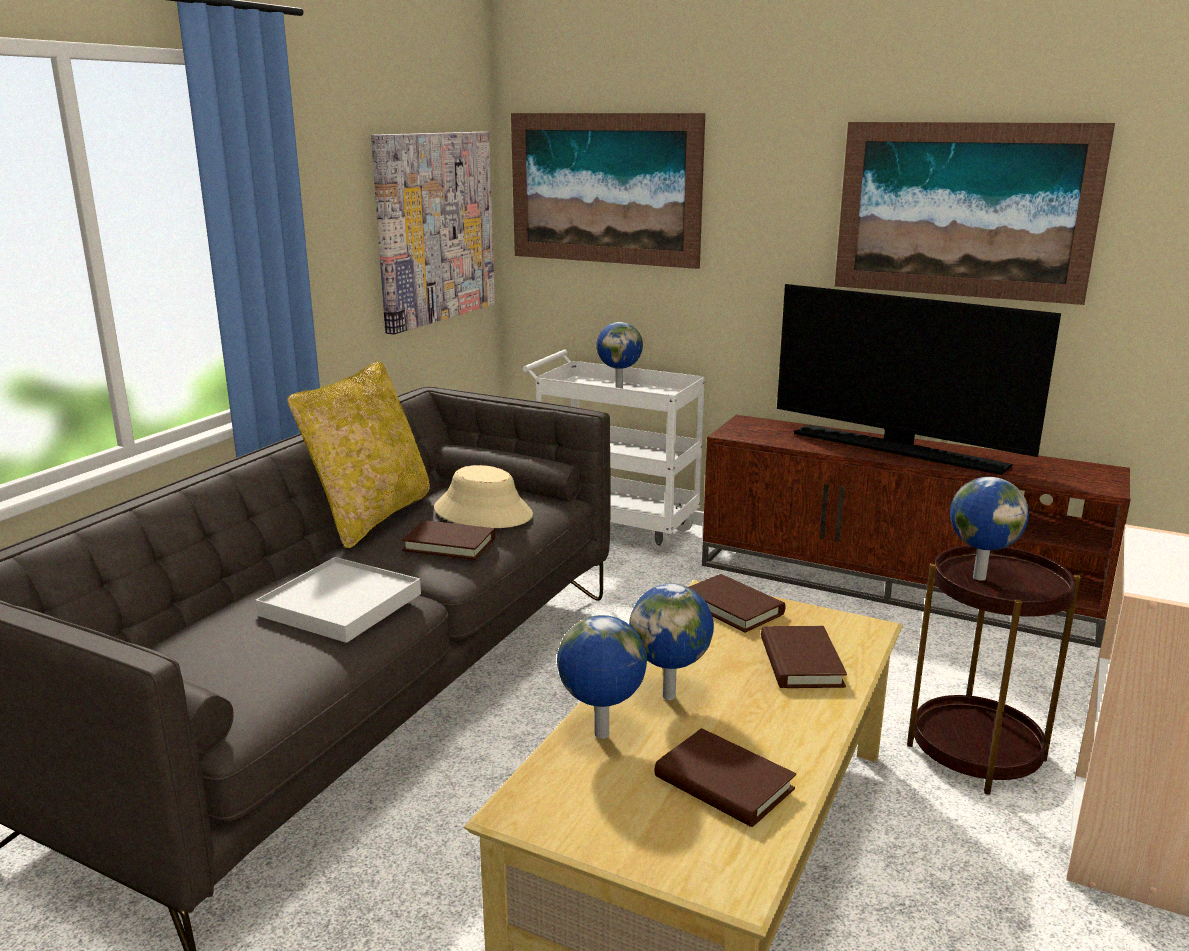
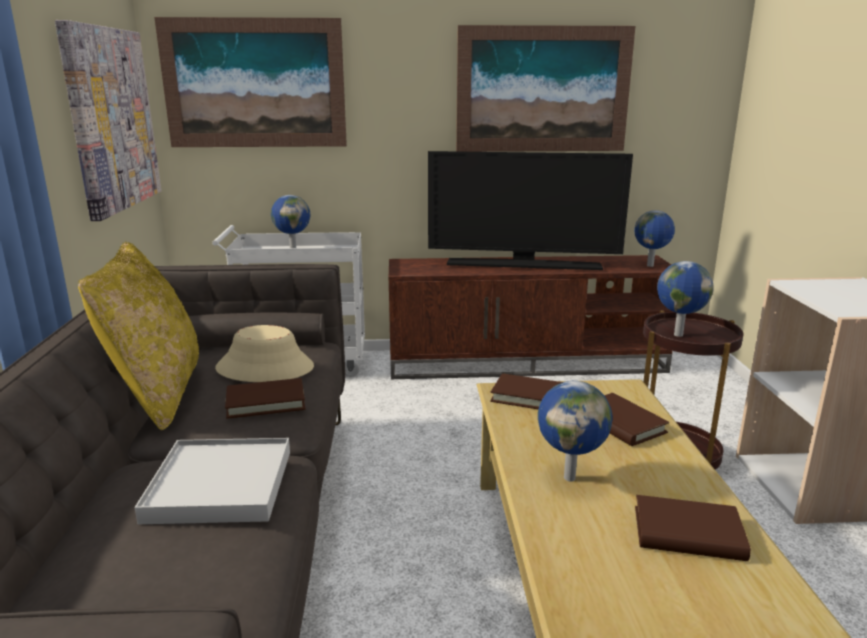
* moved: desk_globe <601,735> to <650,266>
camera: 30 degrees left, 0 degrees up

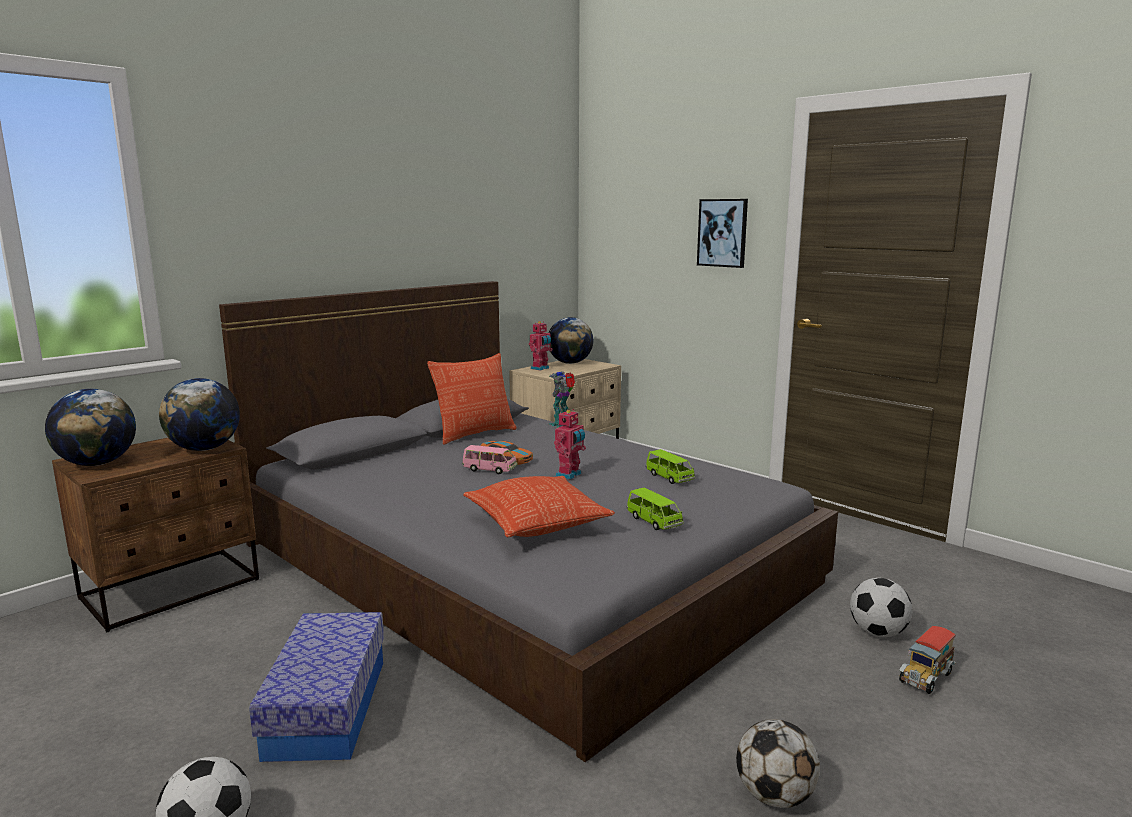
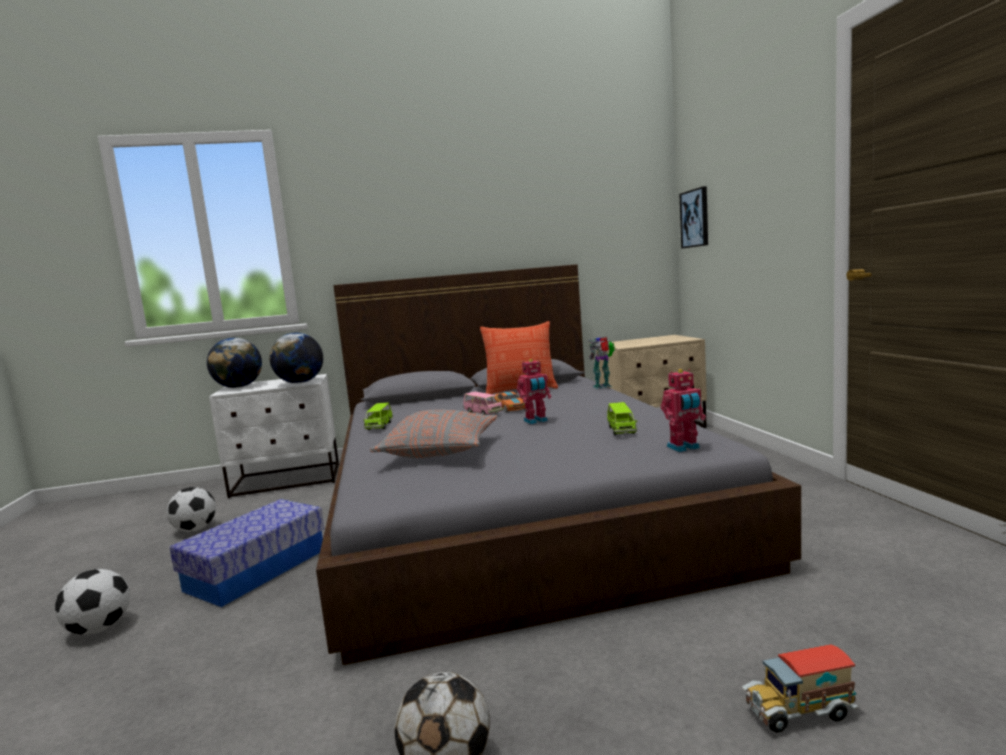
* removed: desk_globe <570,363>
* moved: robot_figure <540,368> to <684,448>
* moved: green-coloured_miniature_car <654,521> to <379,426>
* moved: picture <722,233> to <695,218>
* moved: ball_for_football <877,632> to <195,529>
* recoloured: brown_nightstand <172,589> to white_nightstand <287,480>
* recoloured: orange-coloured_cushion <537,524> to grey_cushion <439,451>
camera: 35 degrees right, 5 degrees down

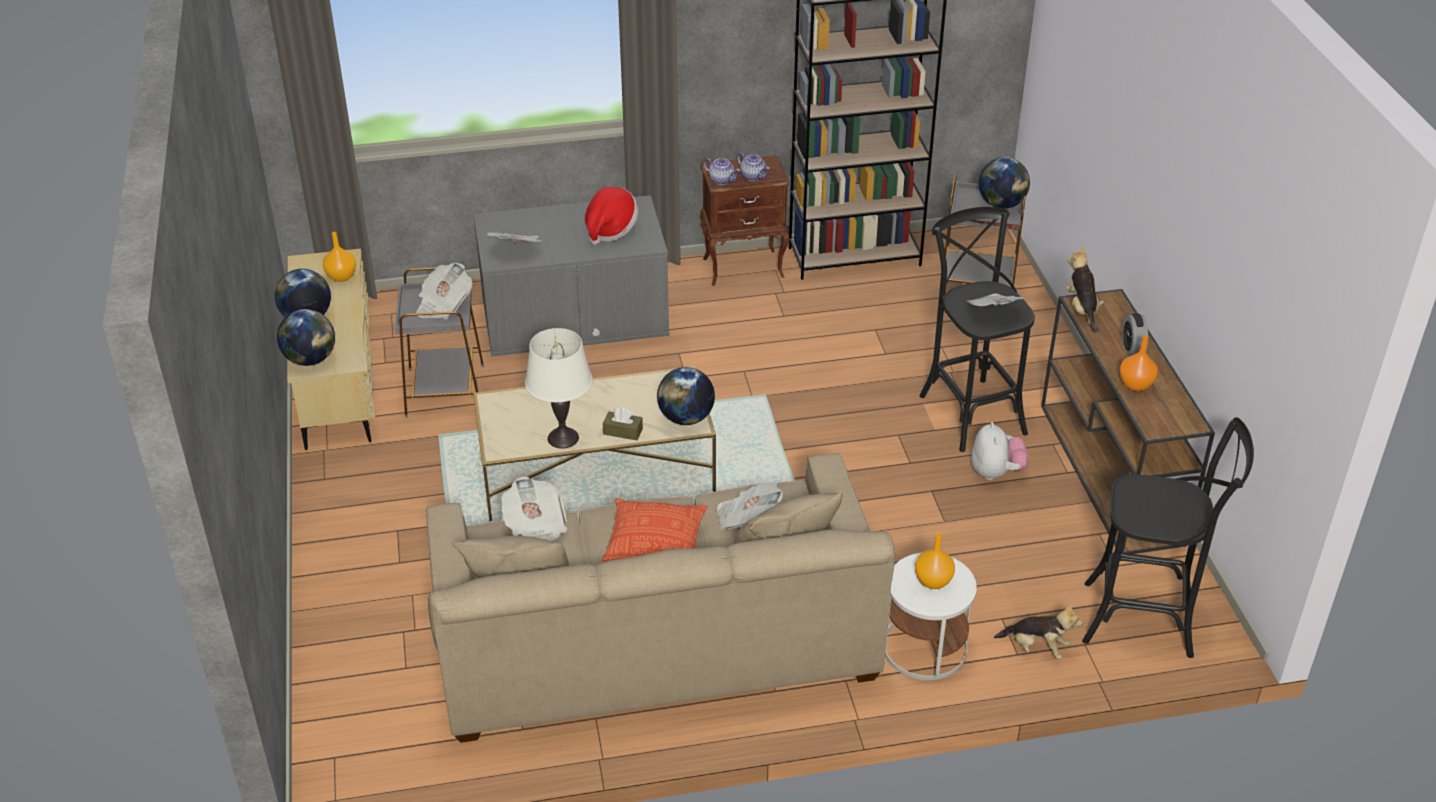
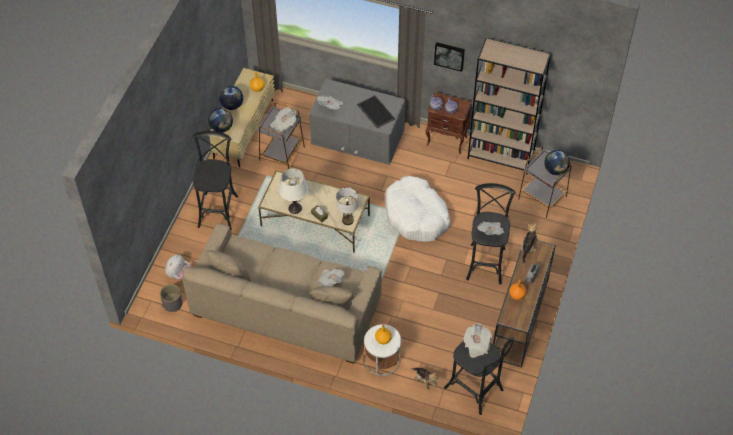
* removed: orange-coloured_cushion <655,545>
* added: grey_planter <172,304>
* added: black_stool <218,209>
* added: white_pet_bed <416,215>
* added: picture <449,55>
* moved: printed_paper <535,527> to <476,345>
* moved: soft_toy <996,472> to <179,275>
* replaced: hat <610,229> to carrying_tray <375,112>
* replaced: desk_globe <686,418> to lamp_for_a_table <347,220>
camera: 30 degrees right, 15 degrees up

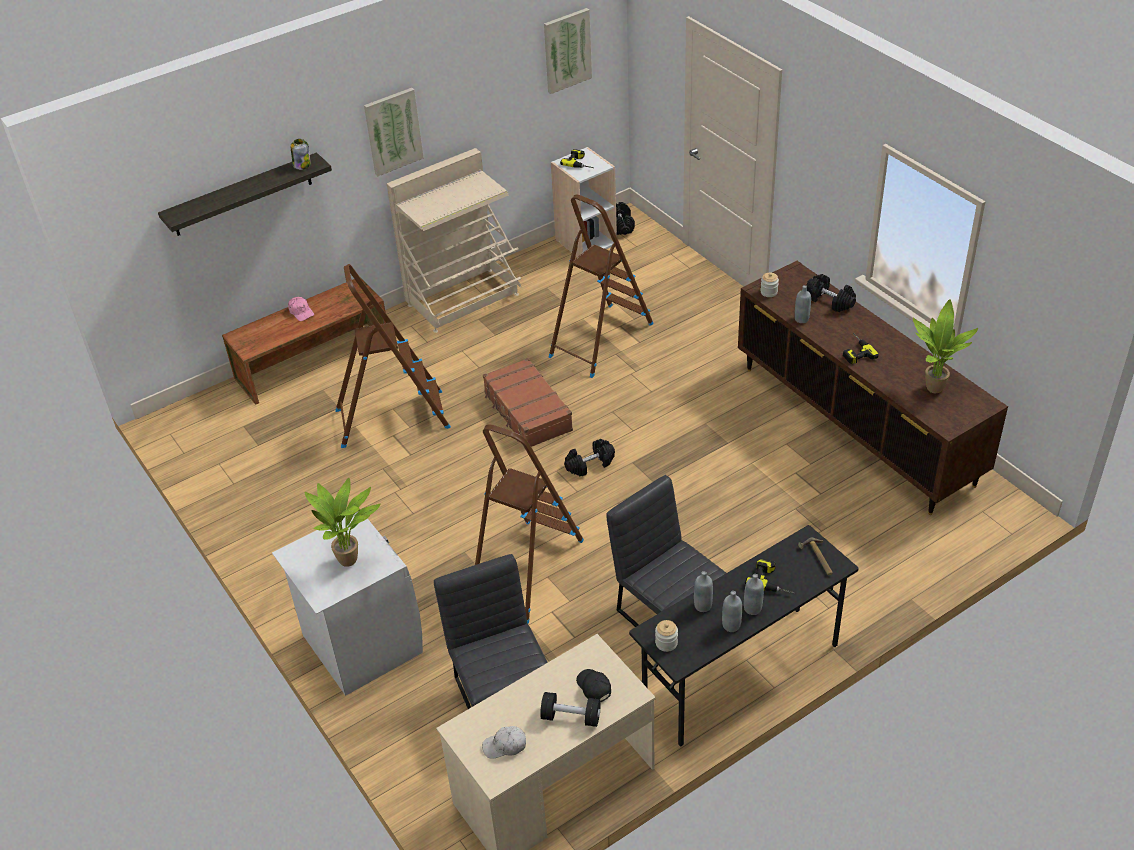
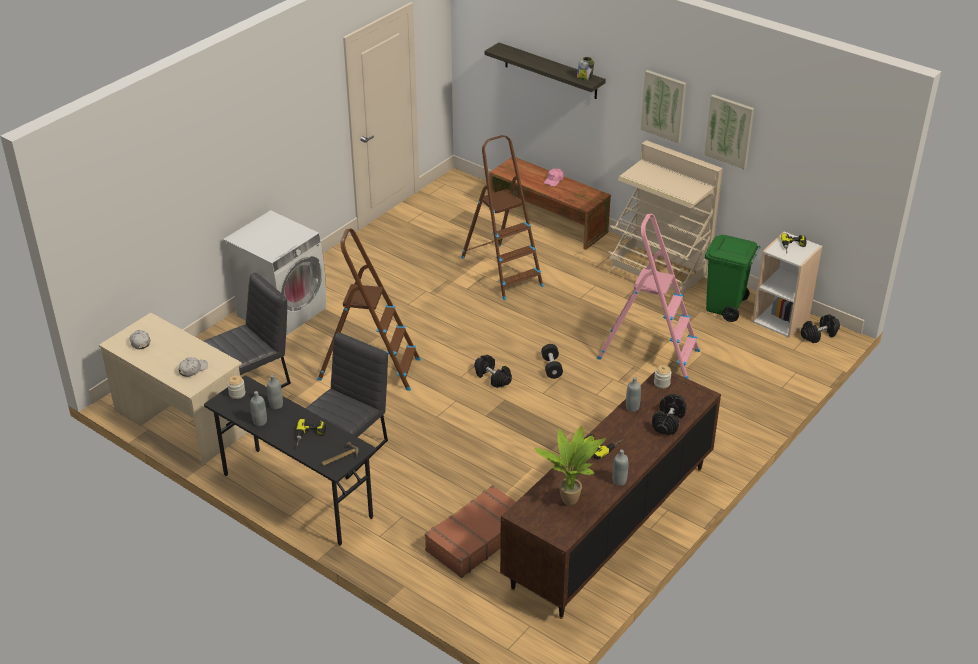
* removed: potted_plant <351,559>
* added: green-coloured_waste_bin <725,307>
* moved: brown_suitcase <527,412> to <476,539>
* moved: black_free_weight <571,717> to <551,367>
* moved: picture <567,50> to <729,131>
* moved: grey_drink_bottle <752,608> to <619,481>
* recoloured: brown_step_ladder <602,339> to pinkish_step_ladder <649,354>
* recoloured: black_peaked_cap <594,687> to white_peaked_cap <193,369>
camera: 70 degrees right, 5 degrees down

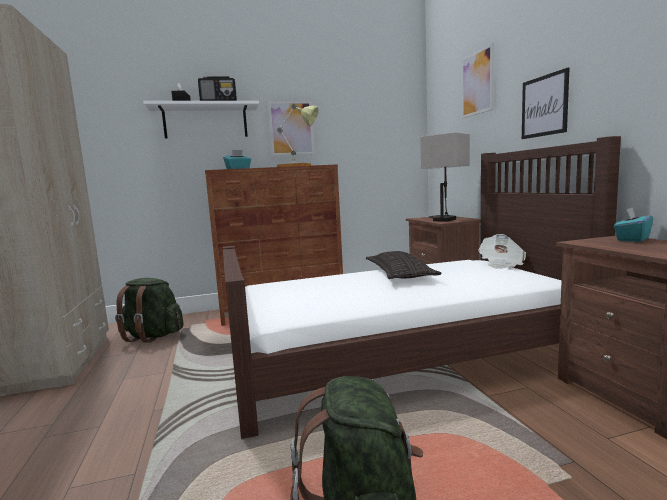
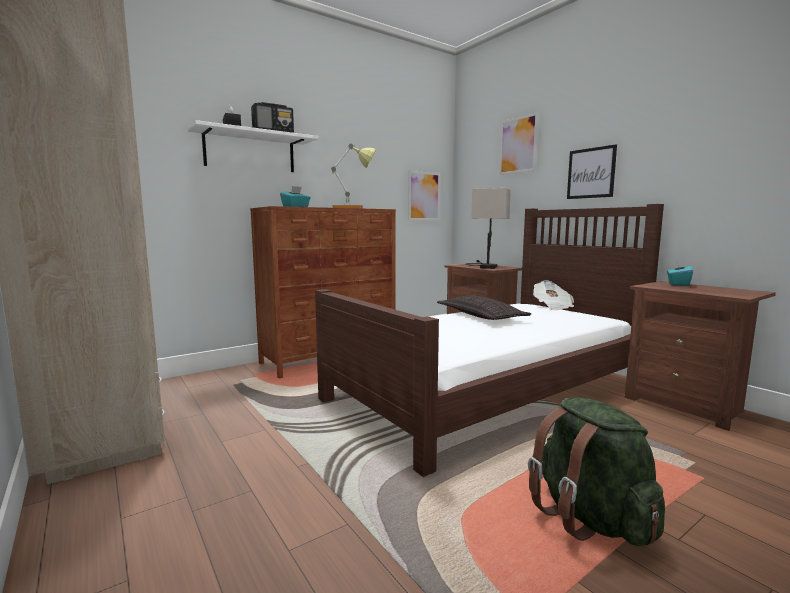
* removed: green-coloured_rucksack <152,336>
* moved: picture <291,128> to <424,196>
camera: 20 degrees left, 0 degrees up

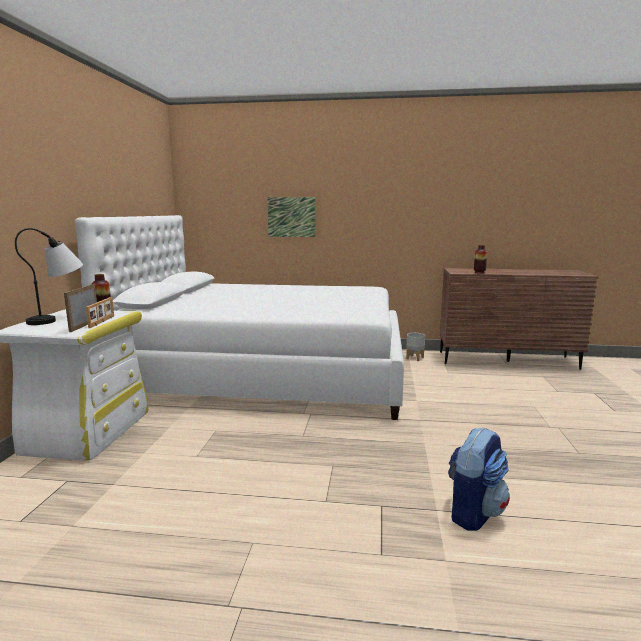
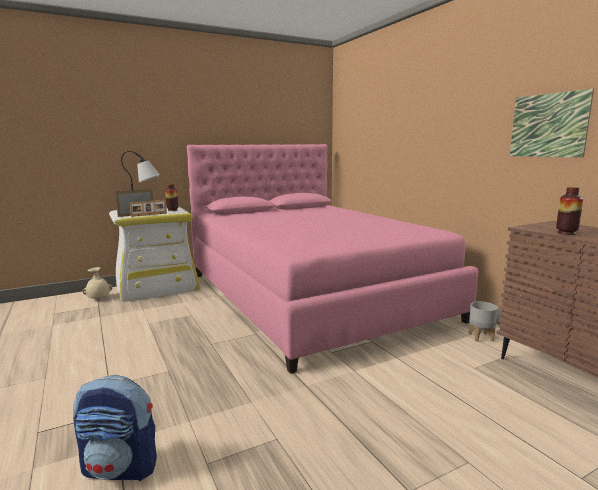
* added: beige_decorative_vase <98,299>
* moved: picture <291,217> to <548,125>
* recoloured: white_bedroom_bed <266,374> to pinkish_bedroom_bed <311,295>
camera: 55 degrees right, 0 degrees up

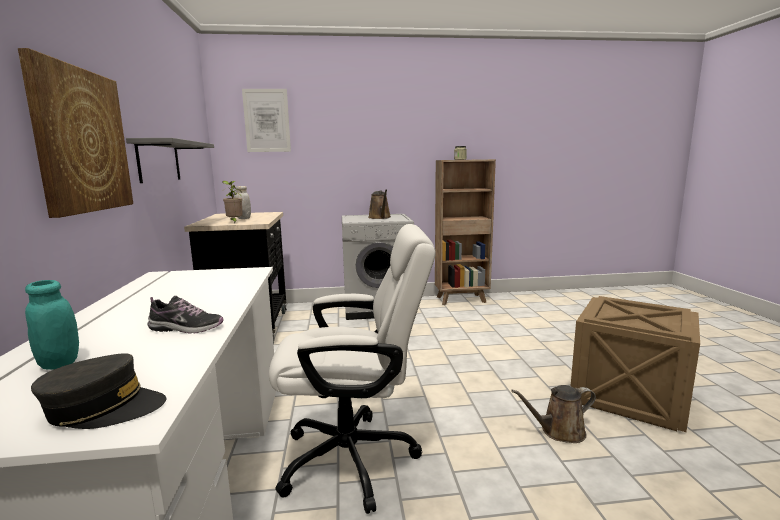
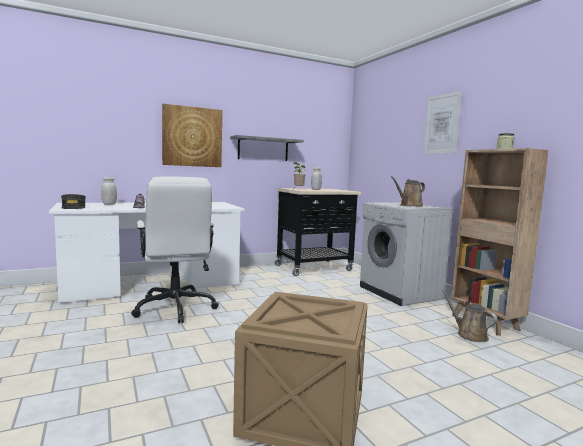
* moved: picture <267,120> to <441,124>
* moved: brown_sprinkling_can <559,431> to <469,335>
* recoloured: blue-green_storage_jar <59,363> to white_storage_jar <109,204>
camera: 70 degrees right, 5 degrees down

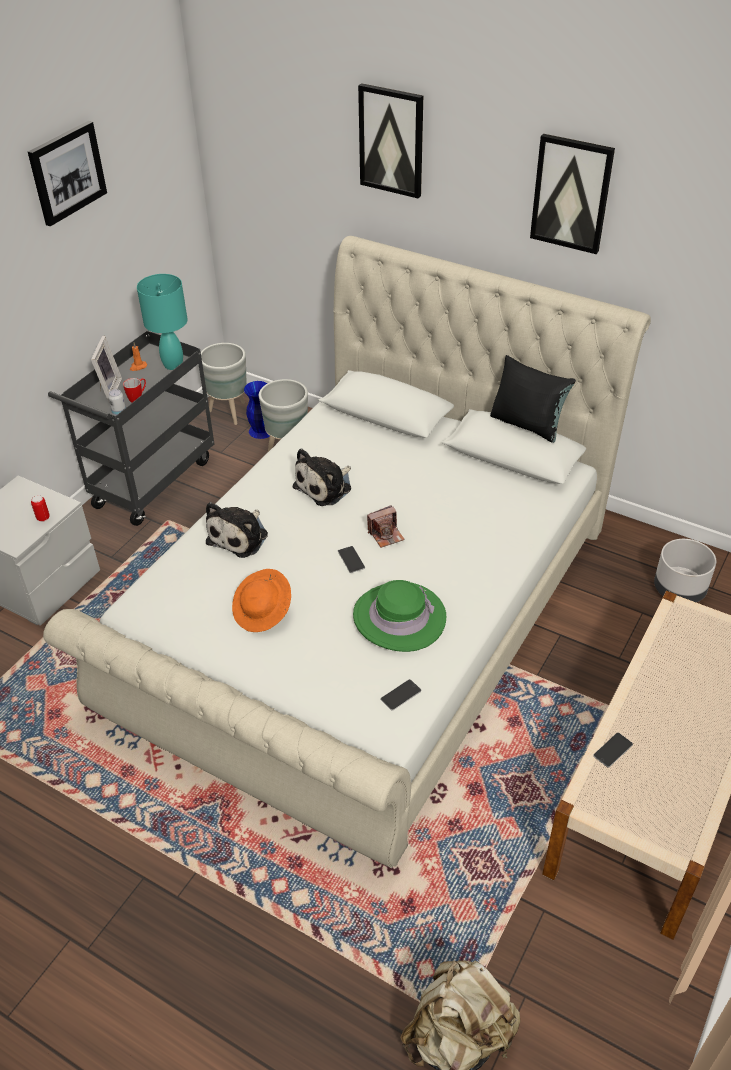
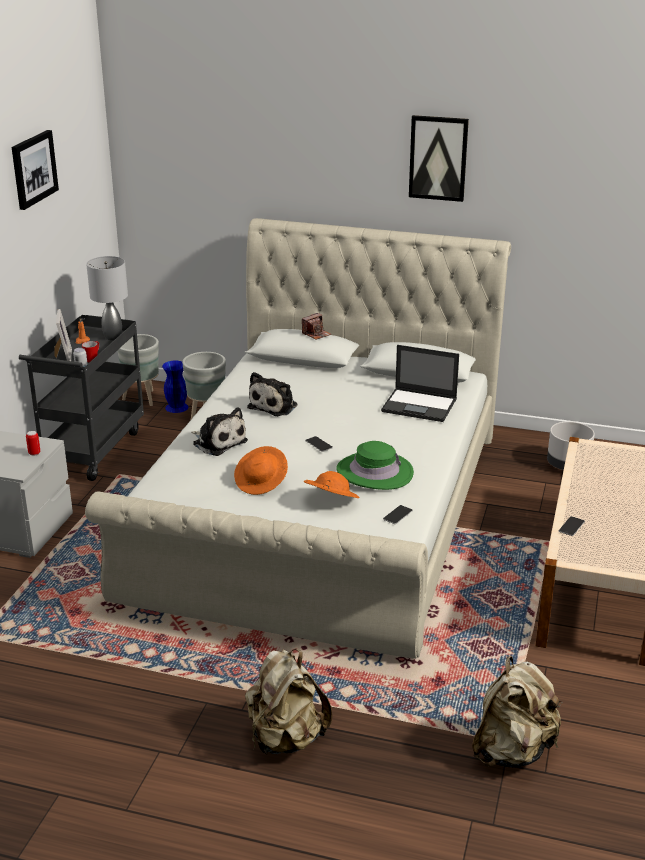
* removed: picture <391,140>
* removed: black_cushion <527,424>
* added: beige_rucksack <285,738>
* added: orange-coloured_hat <330,501>
* added: laptop <420,405>
* moved: still_camera <386,535> to <316,334>
* recoloured: blue-green_lamp_for_a_table <174,364> to grey_lamp_for_a_table <113,336>
* turned: soft_toy <240,536> = <218,442> 60 degrees counterclockwise
camera: 15 degrees left, 15 degrees down

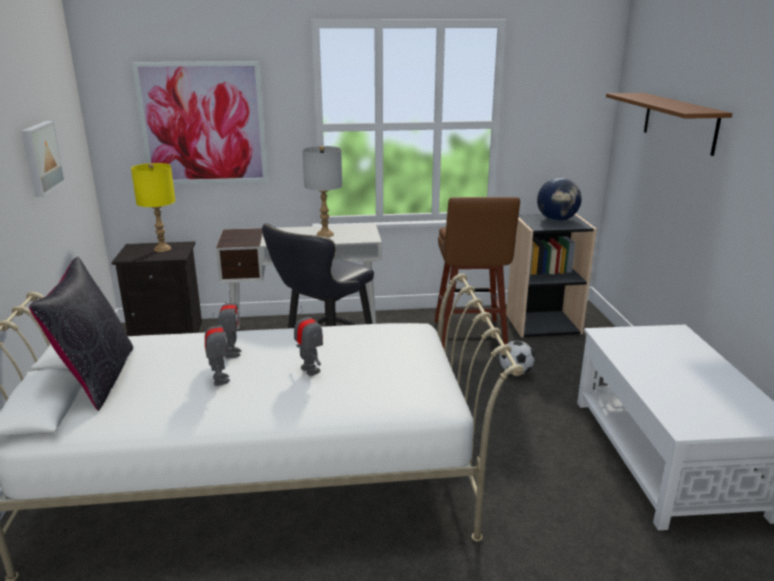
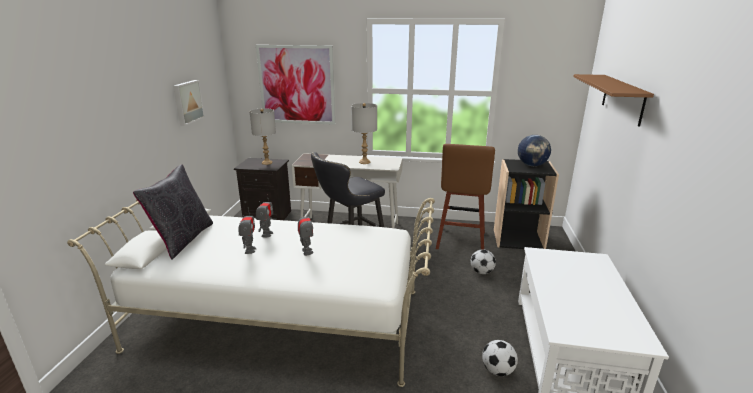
* added: ball_for_football <497,370>
* recoloured: yellow_lamp_for_a_table <163,249> to grey_lamp_for_a_table <267,162>
camera: 15 degrees right, 0 degrees up

